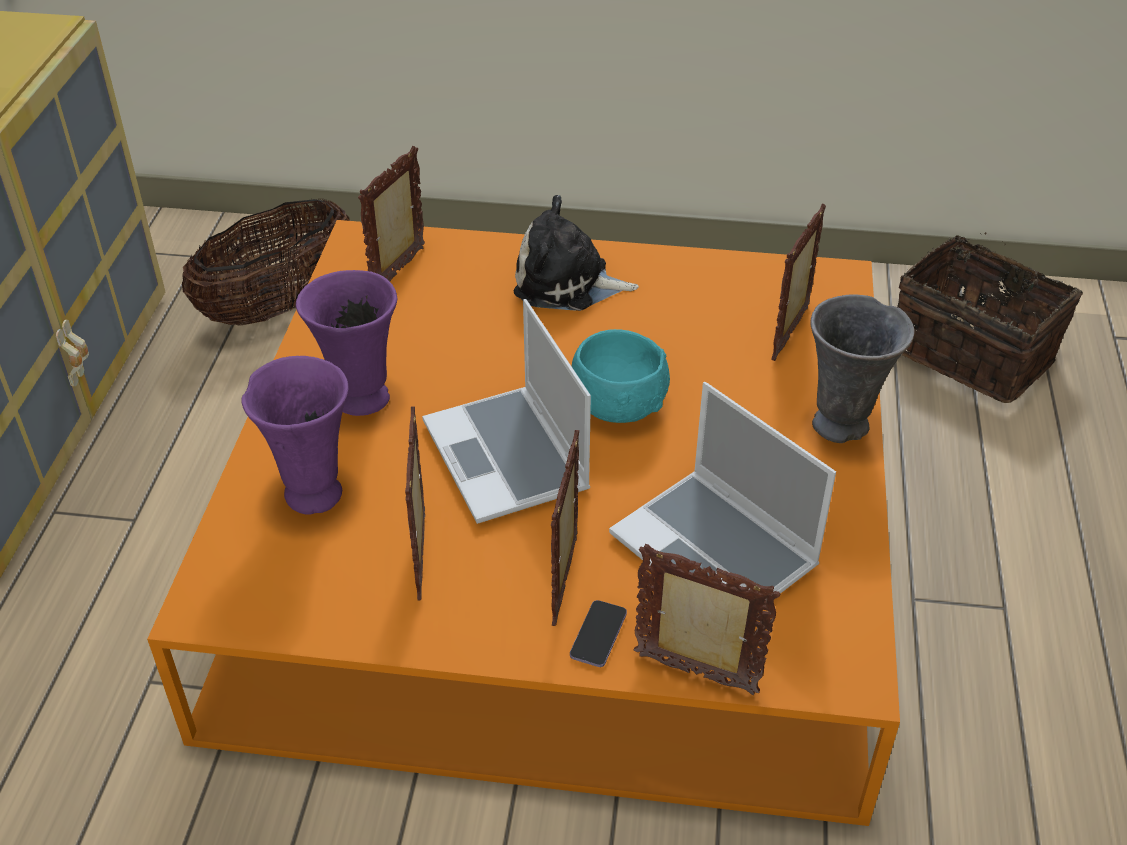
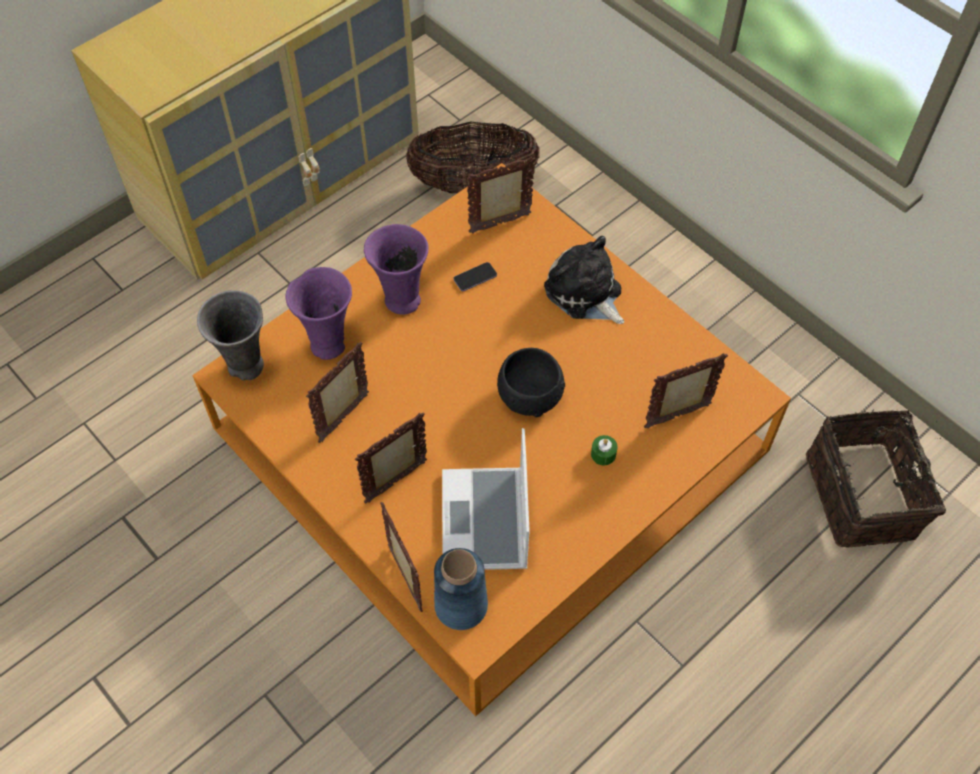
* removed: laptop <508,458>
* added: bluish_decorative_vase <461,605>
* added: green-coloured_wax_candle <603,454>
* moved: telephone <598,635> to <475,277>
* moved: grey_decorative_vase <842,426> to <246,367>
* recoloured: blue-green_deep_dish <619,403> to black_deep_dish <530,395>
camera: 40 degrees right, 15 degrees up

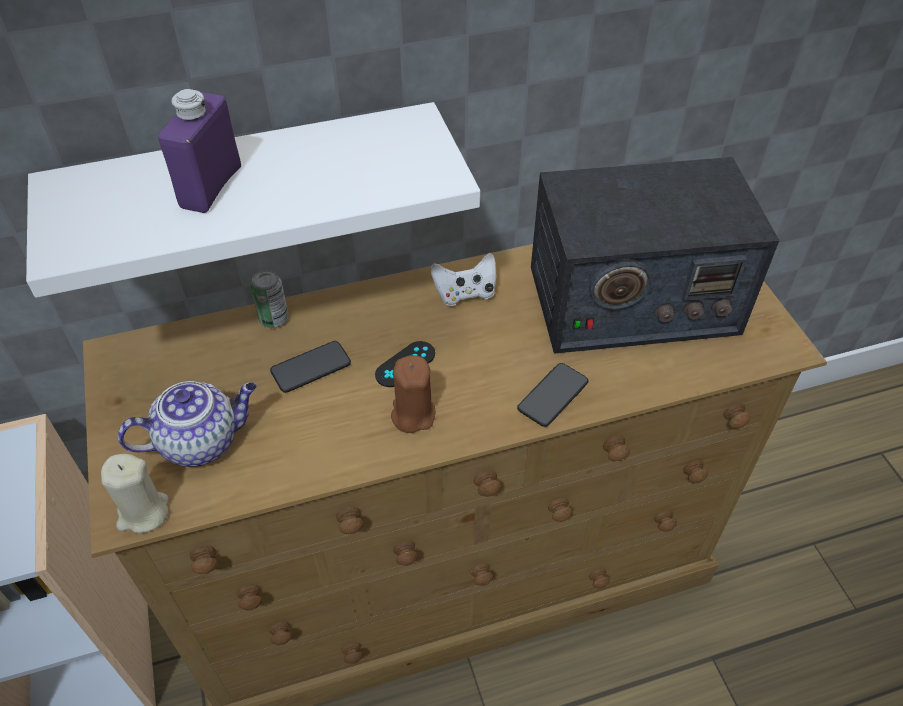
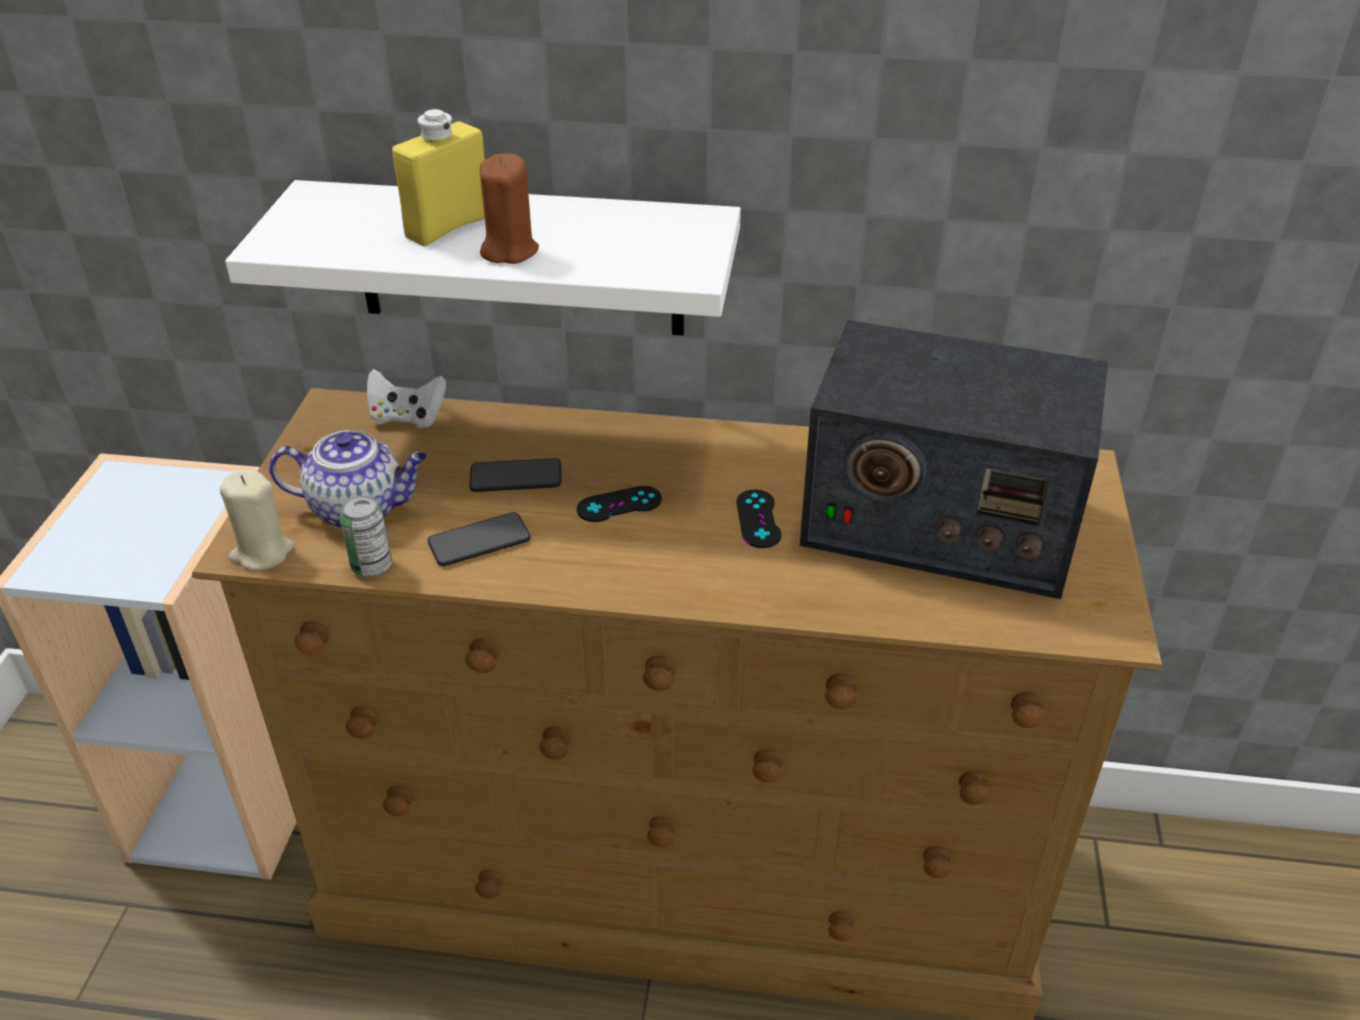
* added: black_joypad <758,519>
* moved: can <274,319> to <371,566>
* moved: brown_wax_candle <413,414> to <509,251>
* moved: white_joypad <465,293> to <407,418>
* moved: telephone <553,395> to <479,541>
* recoloured: purple_drink_bottle <211,187> to yellow_drink_bottle <448,227>
camera: 25 degrees right, 10 degrees down

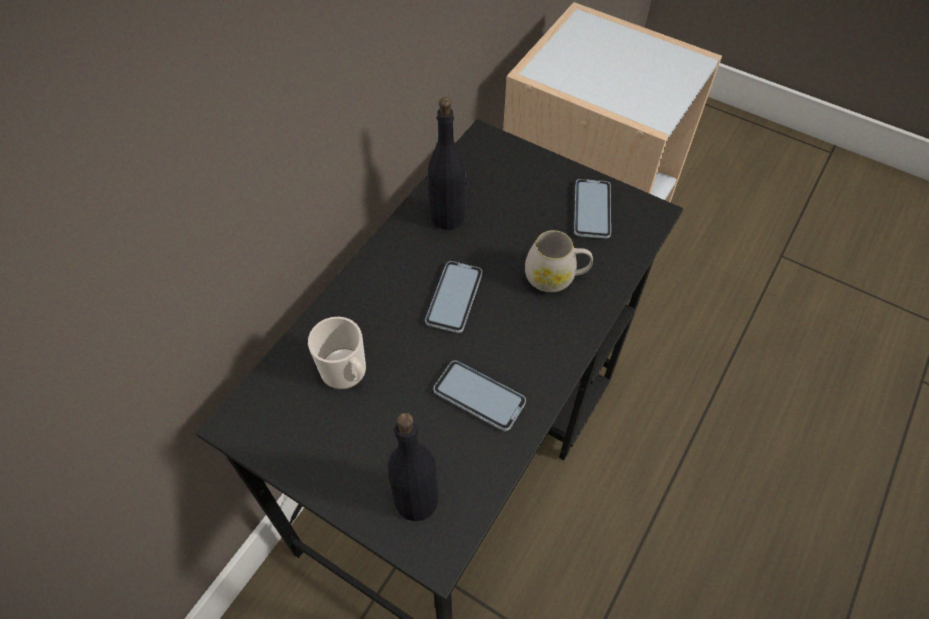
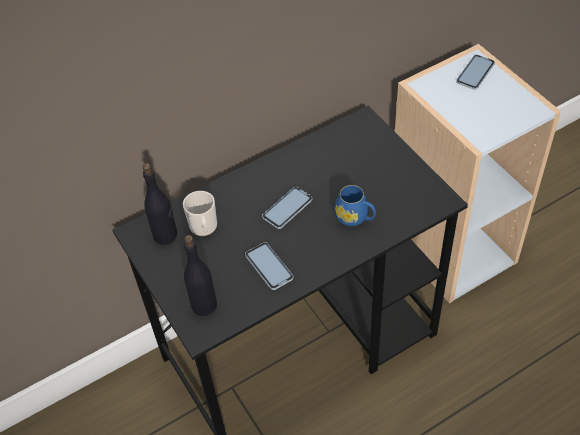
* moved: black_drink_bottle <448,217> to <165,235>
* moved: telephone <592,210> to <475,73>
* recoloured: white_coffee_mug <555,277> to bluish_coffee_mug <355,218>
camera: 30 degrees right, 5 degrees down

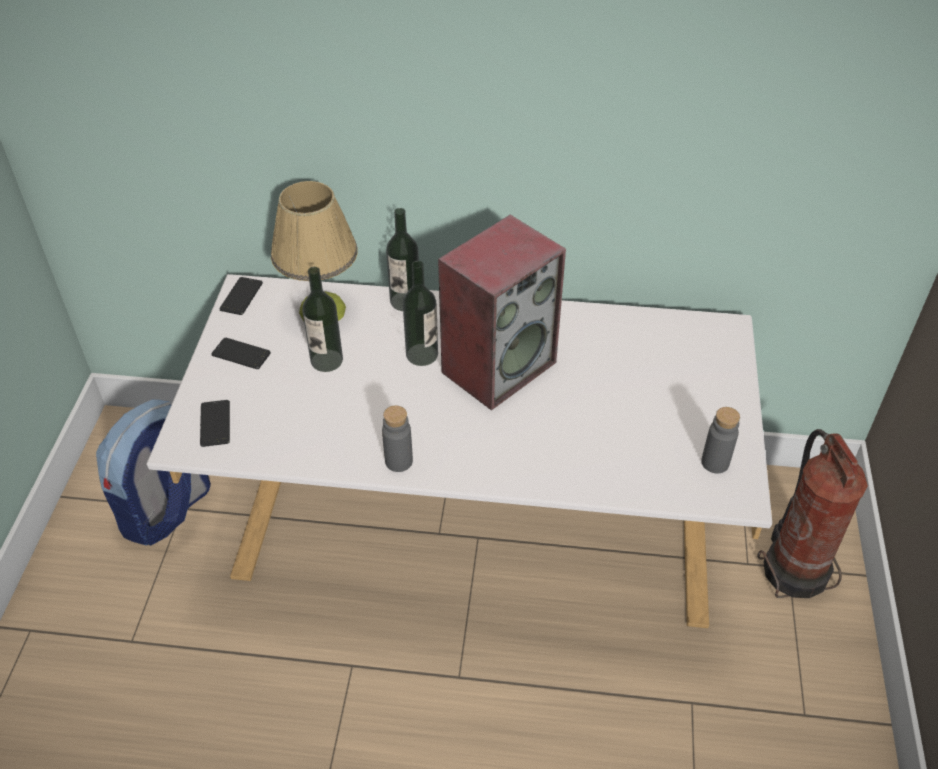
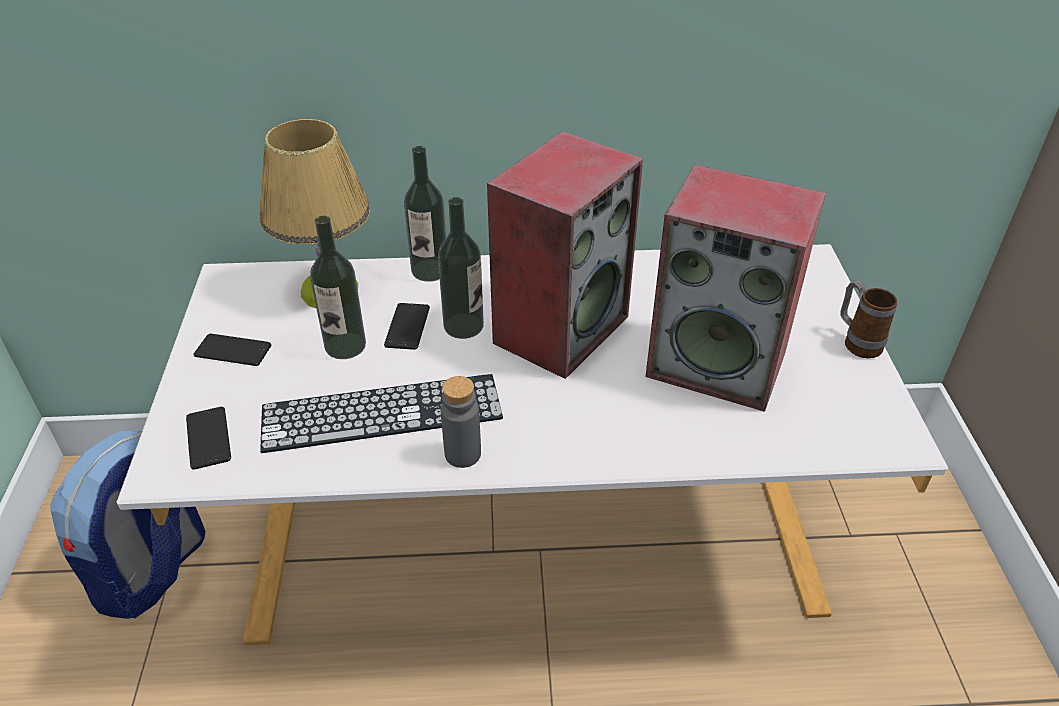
* removed: grey_drink_bottle <715,462>
* removed: fire-fighting_cylinder <795,568>
* added: PC_keyboard <382,413>
* added: audio_speaker <718,364>
* added: coffee_mug <857,342>
* moved: telephone <241,296> to <407,327>
camera: 10 degrees left, 5 degrees down

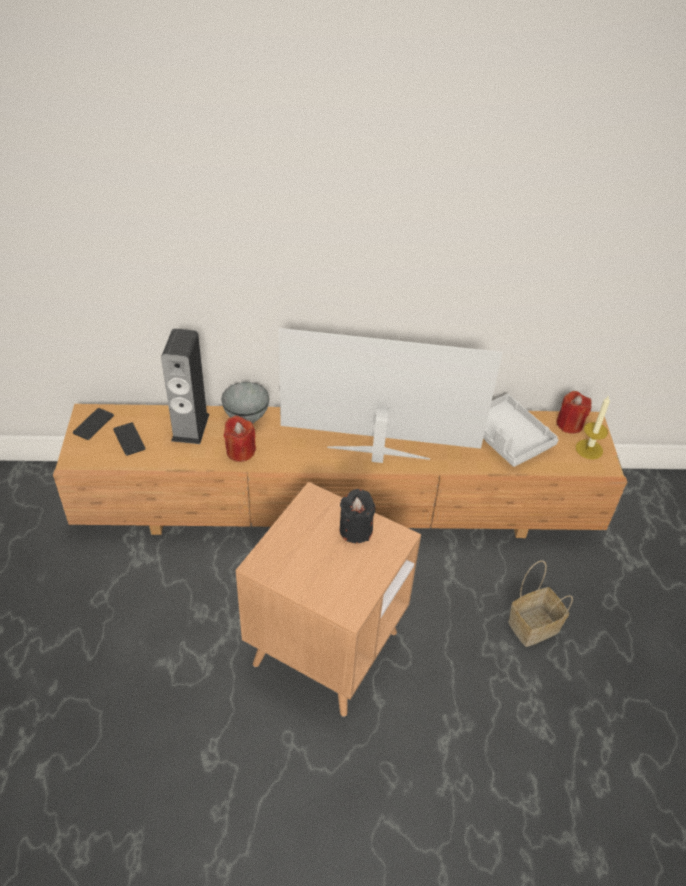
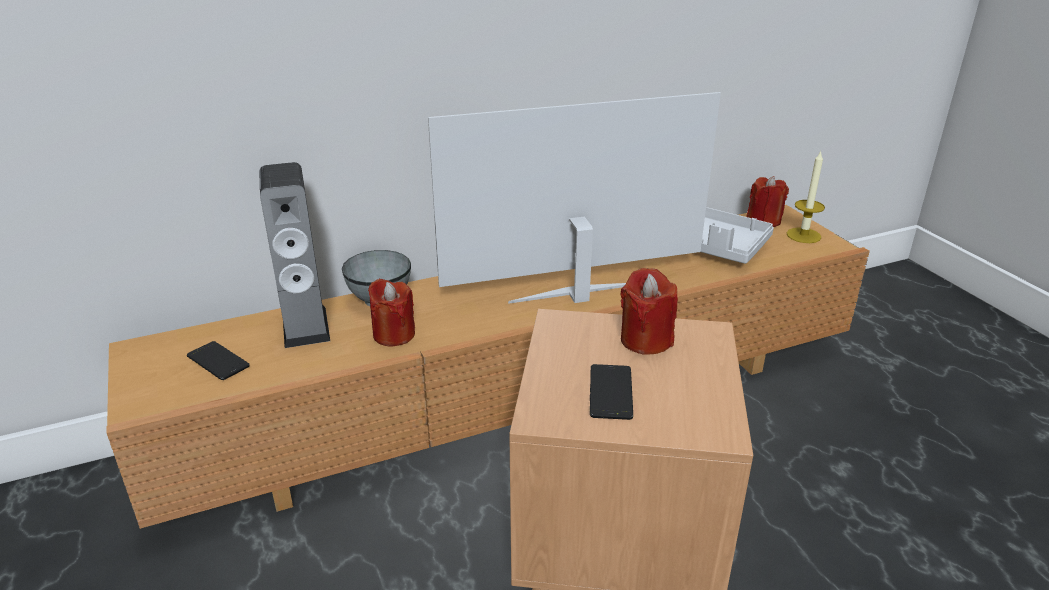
* removed: basket <532,628>
* moved: telephone <93,424> to <610,392>
* recoloured: black_wax_candle <356,530> to red_wax_candle <646,340>
camera: 20 degrees left, 15 degrees down

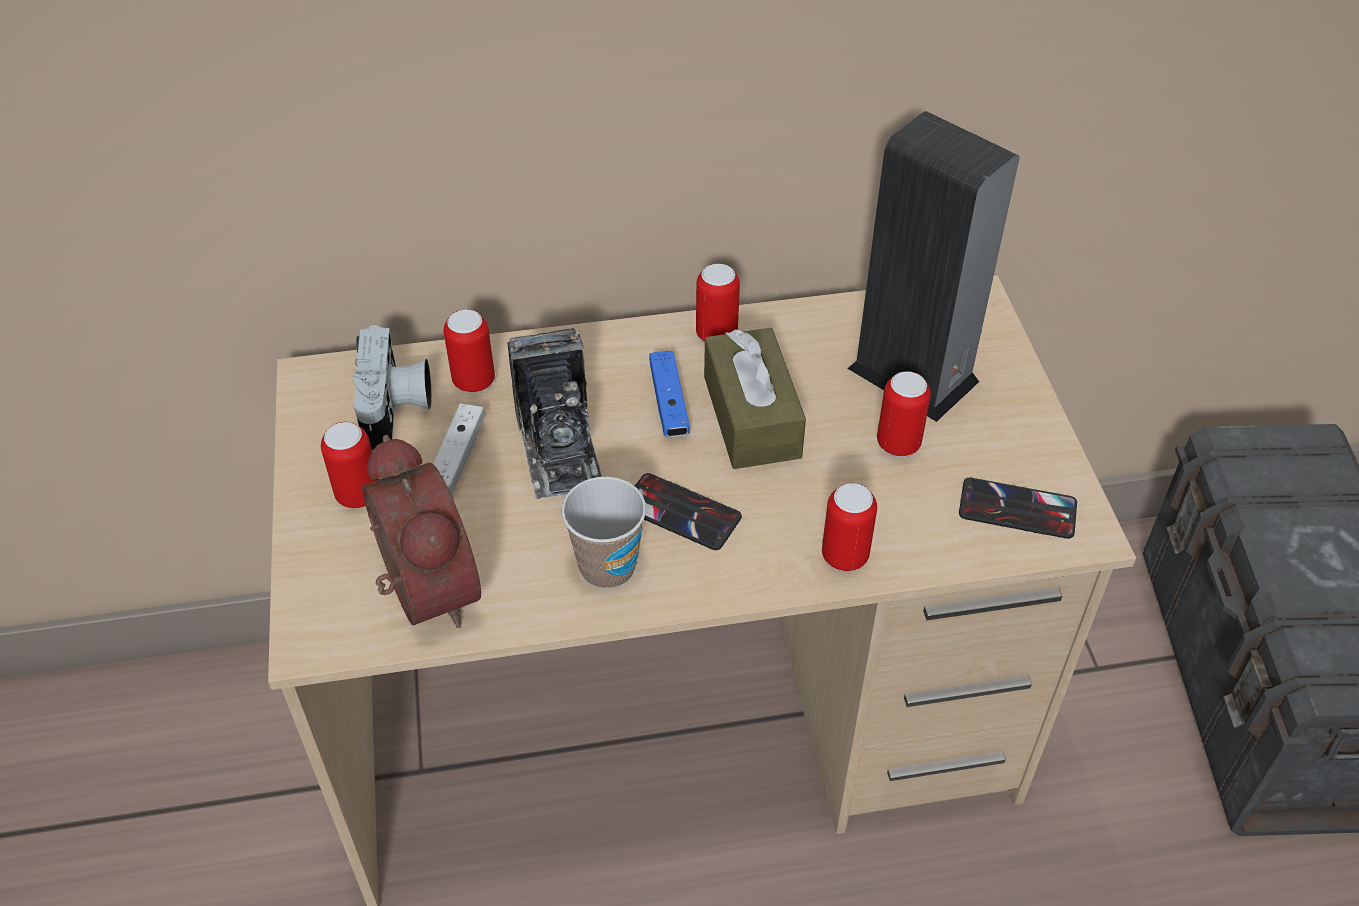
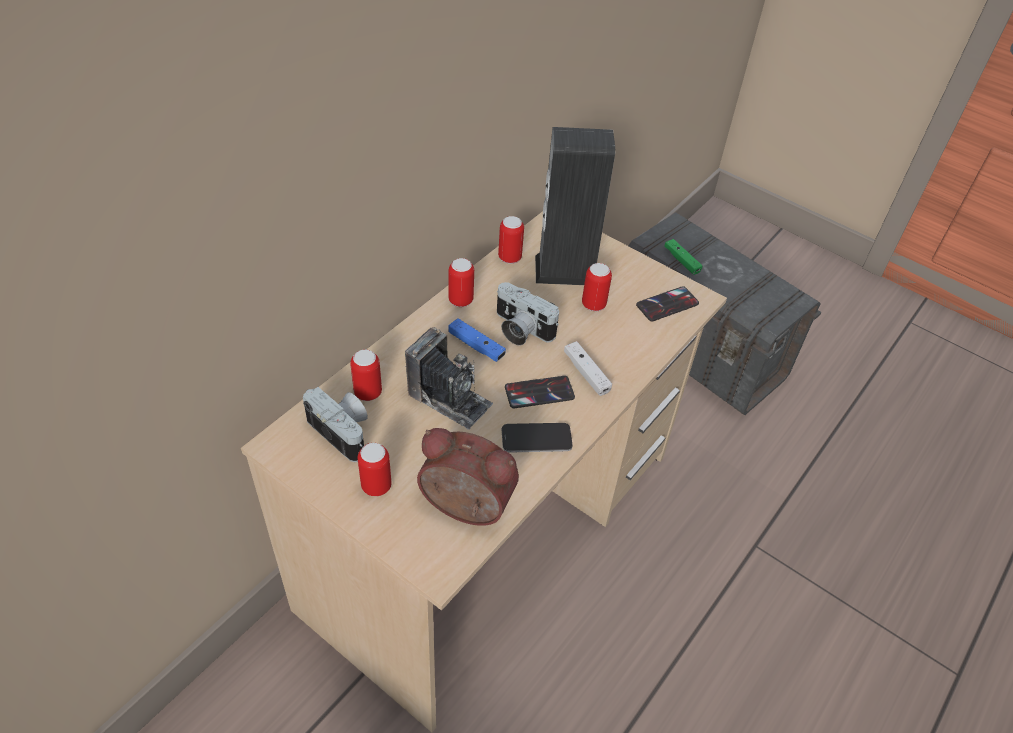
* added: green-coloured_joypad <681,261>
* moved: white_joypad <457,459> to <586,373>
* moved: can <844,556> to <509,257>
* replaced: drinking_cup <607,567> to telephone <536,438>
* replaced: brown_tissue_box <751,417> to still_camera <520,329>
camera: 45 degrees left, 0 degrees up

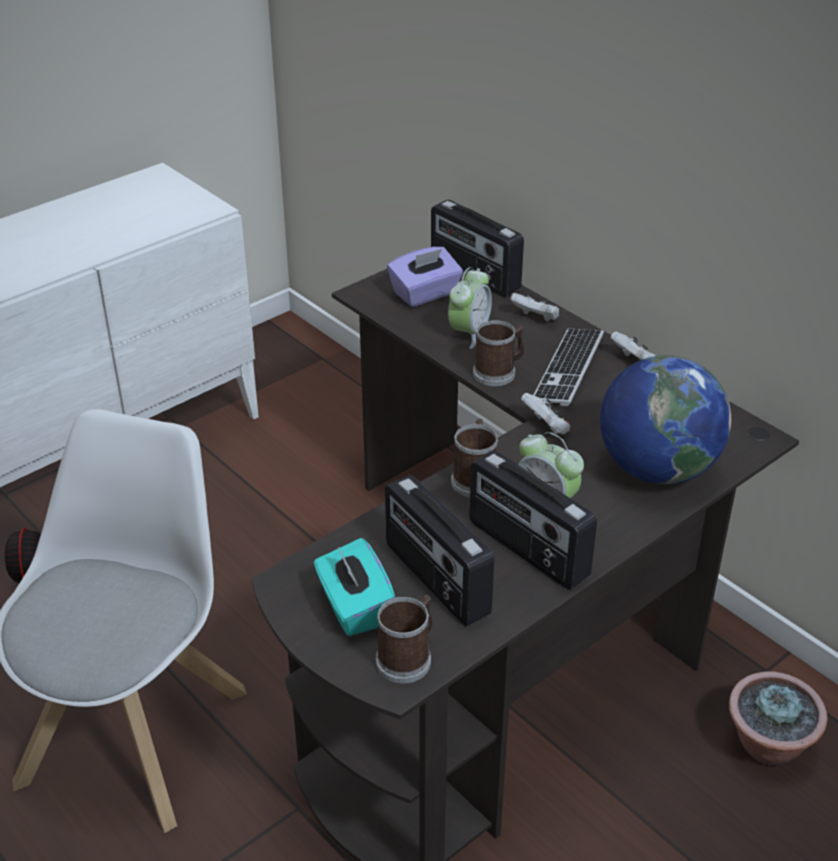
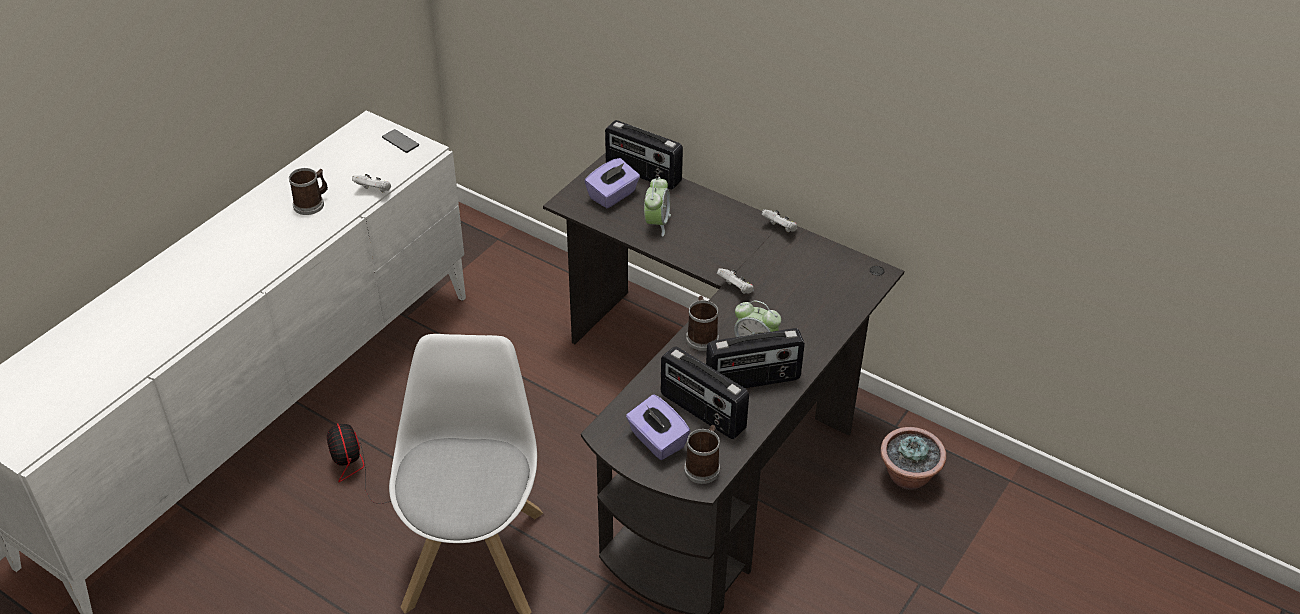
* removed: PC_keyboard <568,368>
* removed: desk_globe <657,469>
* added: telephone <400,142>
* moved: coffee_mug <498,372> to <312,204>
* moved: white_joypad <536,318> to <374,191>
* recoloured: blue-green_tissue_box <354,608> to purple_tissue_box <657,441>
* turned: radio_set <527,550> = <753,381> 45 degrees counterclockwise
camera: 15 degrees left, 5 degrees up

